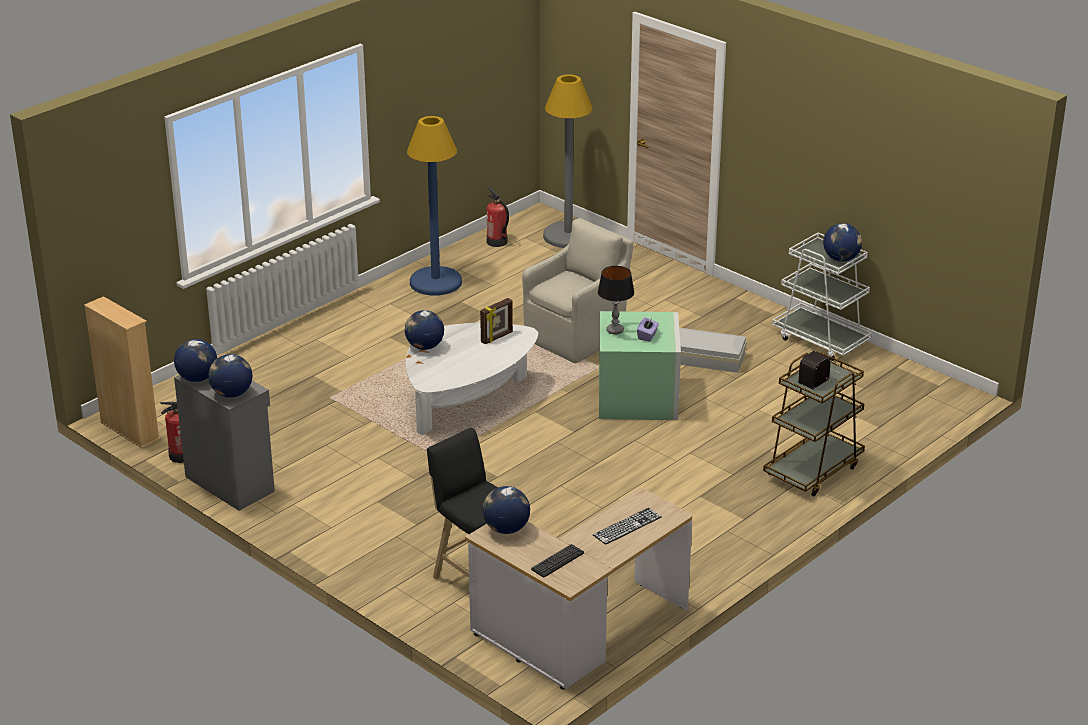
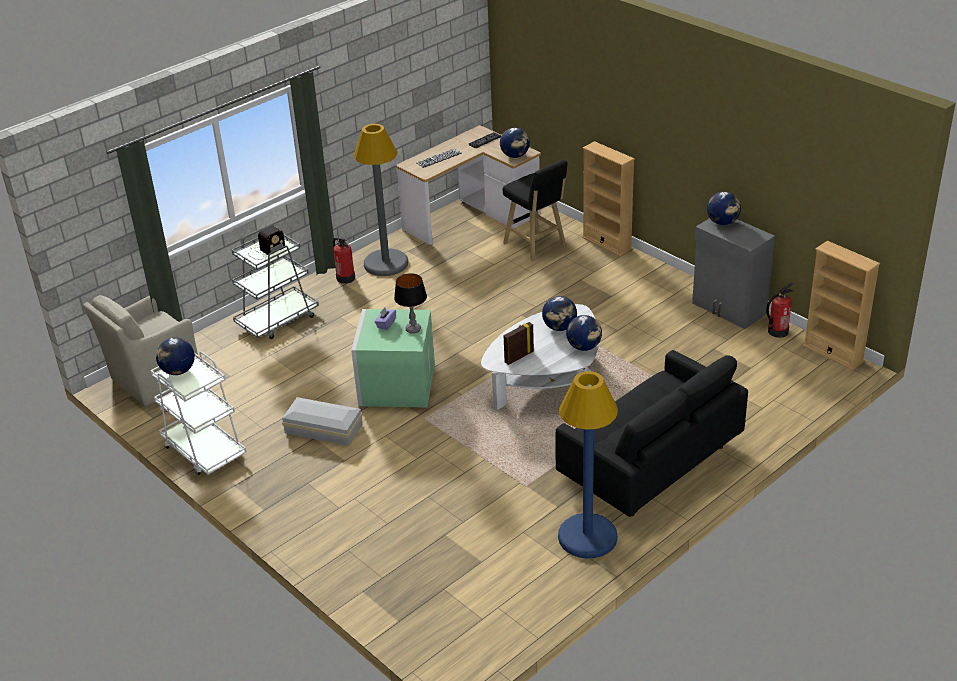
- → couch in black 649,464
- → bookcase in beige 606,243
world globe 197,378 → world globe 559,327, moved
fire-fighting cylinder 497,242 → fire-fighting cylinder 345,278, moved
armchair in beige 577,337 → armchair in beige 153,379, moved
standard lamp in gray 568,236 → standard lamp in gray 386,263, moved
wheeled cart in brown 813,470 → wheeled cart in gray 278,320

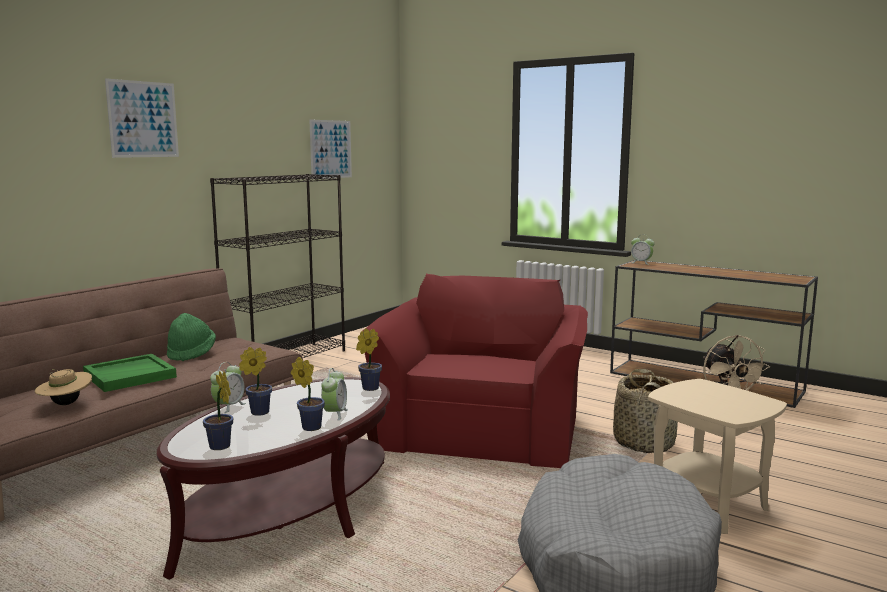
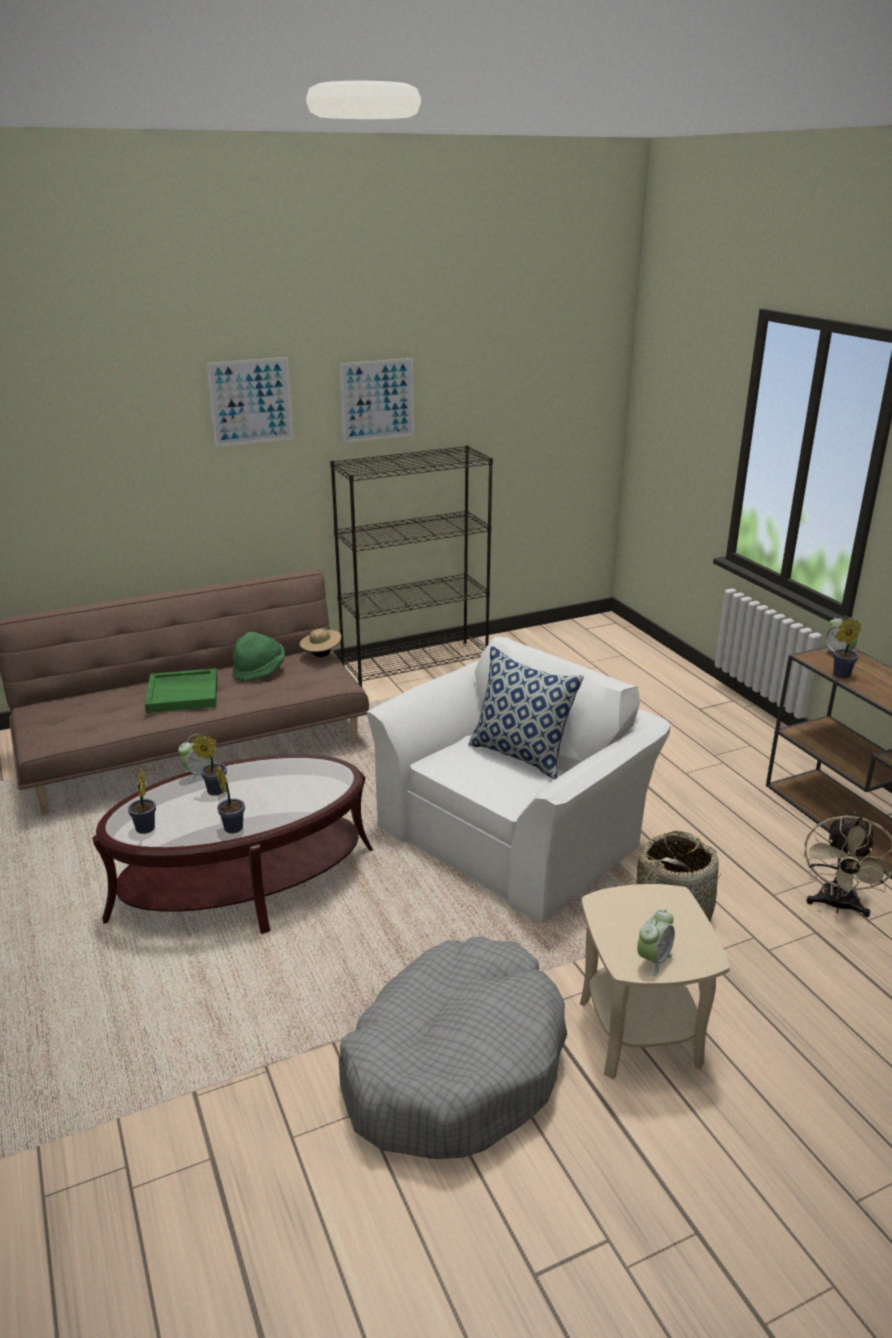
- → throw pillow 521,755
wearable hat in beige 65,404 → wearable hat in beige 321,655, moved
wall art 331,149 → wall art 377,400, moved
bedside clock 335,414 → bedside clock 653,960, moved
potted plant 368,388 → potted plant 839,675, moved
armchair in reddish 481,428 → armchair in white-coloured 515,831

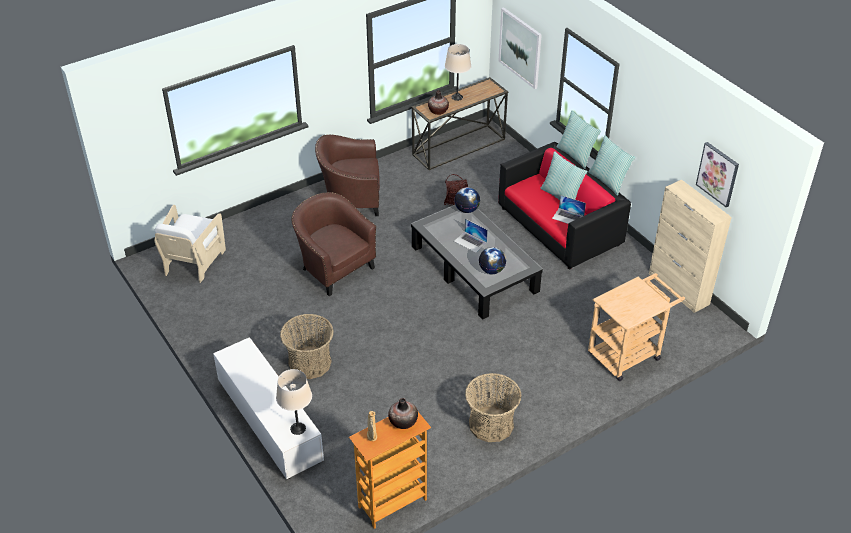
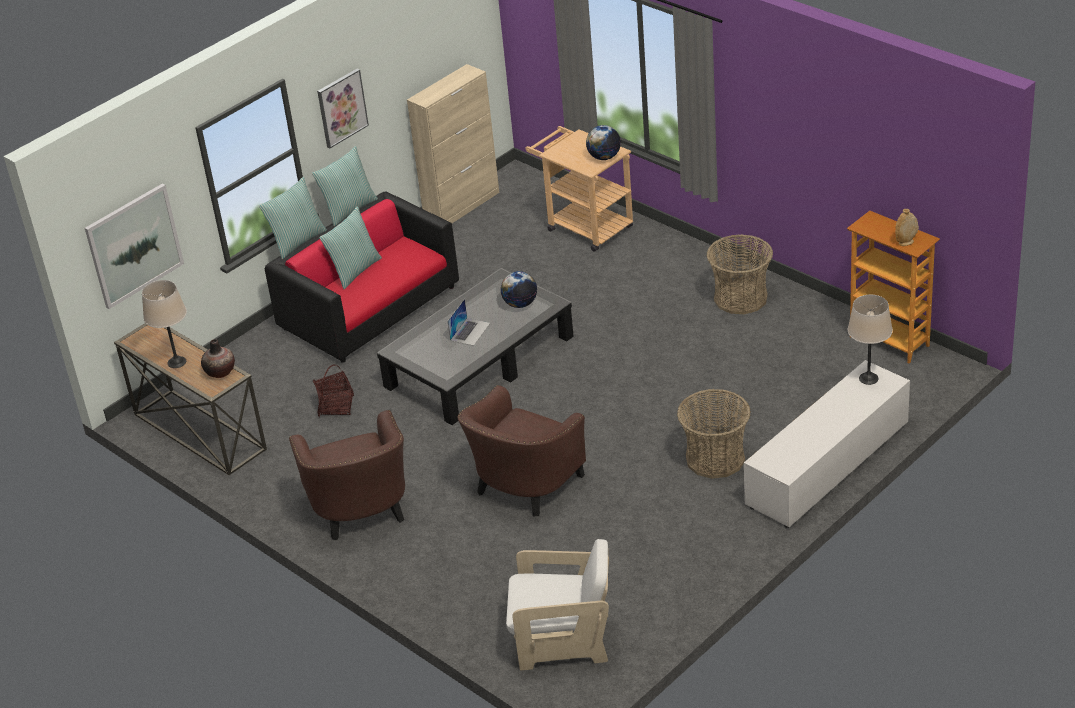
decorative vase 403,422 → -
laptop 568,217 → -
world globe 467,210 → world globe 604,157, moved
wall art 718,174 → wall art 341,107, moved

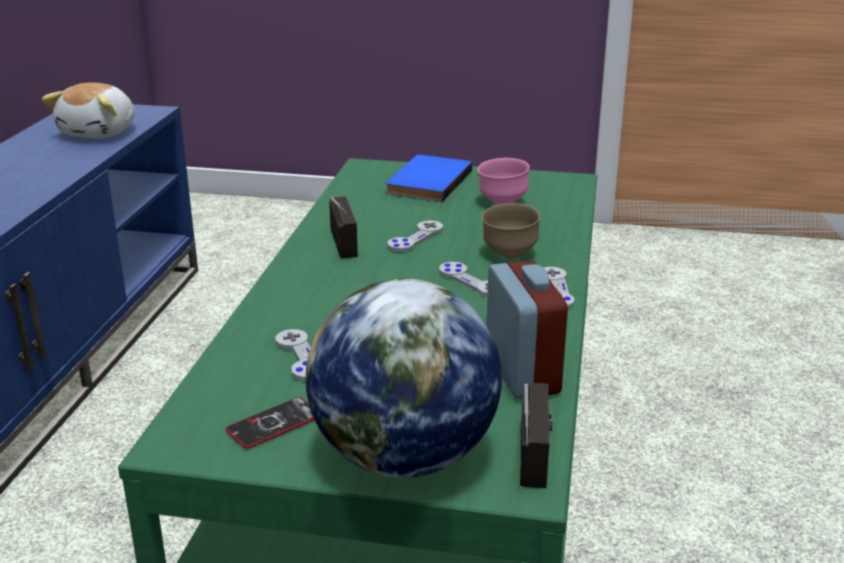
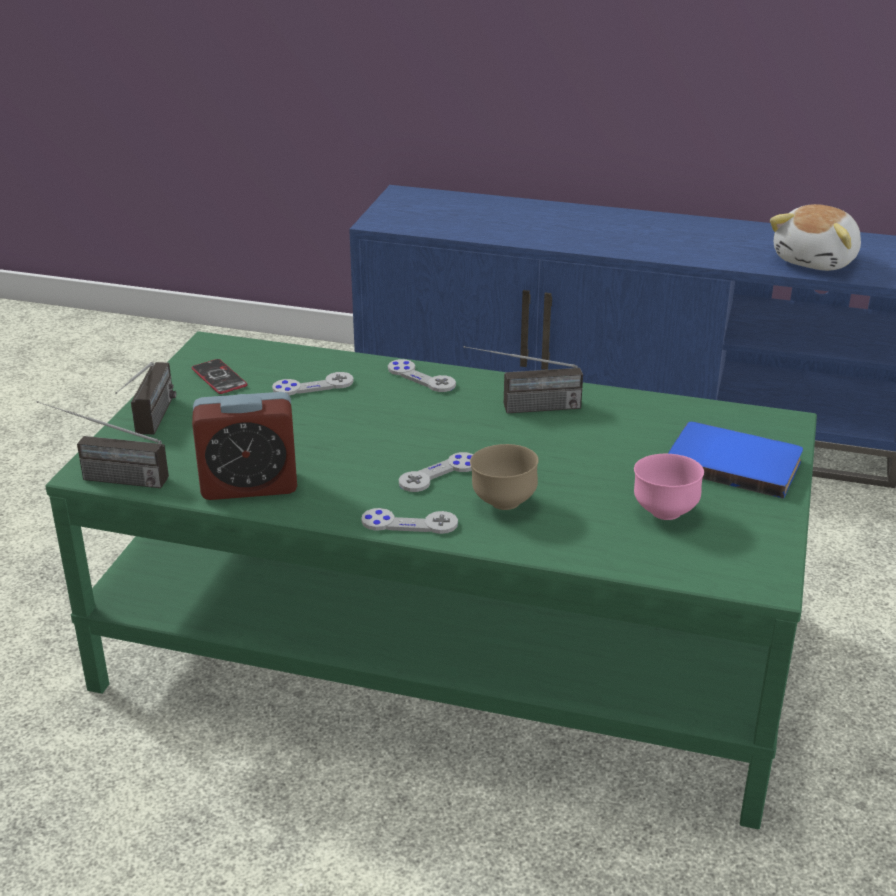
joypad in gray 415,238 → joypad in gray 421,377, moved
world globe 403,458 → radio 151,425
plush toy 100,132 → plush toy 817,260, 75 degrees counterclockwise

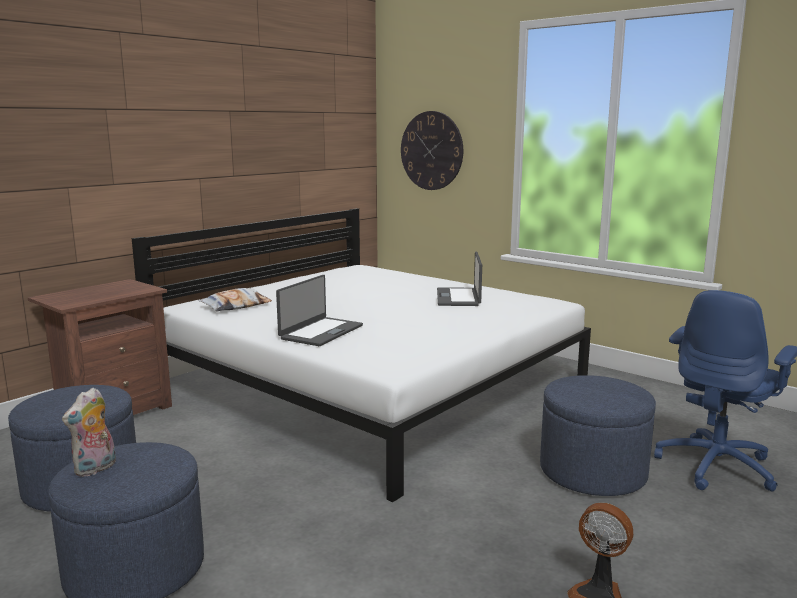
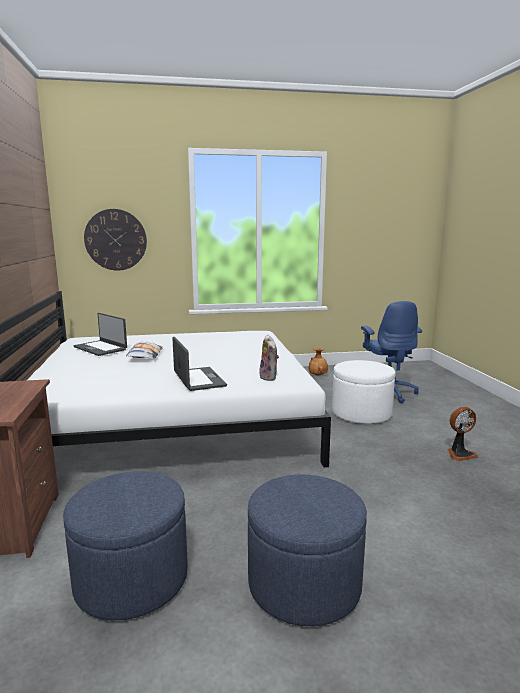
- → decorative vase in brown 318,375
plush toy 96,469 → plush toy 269,377, moved
throw pillow 236,306 → throw pillow 145,355, moved
laptop 459,297 → laptop 101,348, moved
footrest in blue 592,472 → footrest in white-coloured 361,413

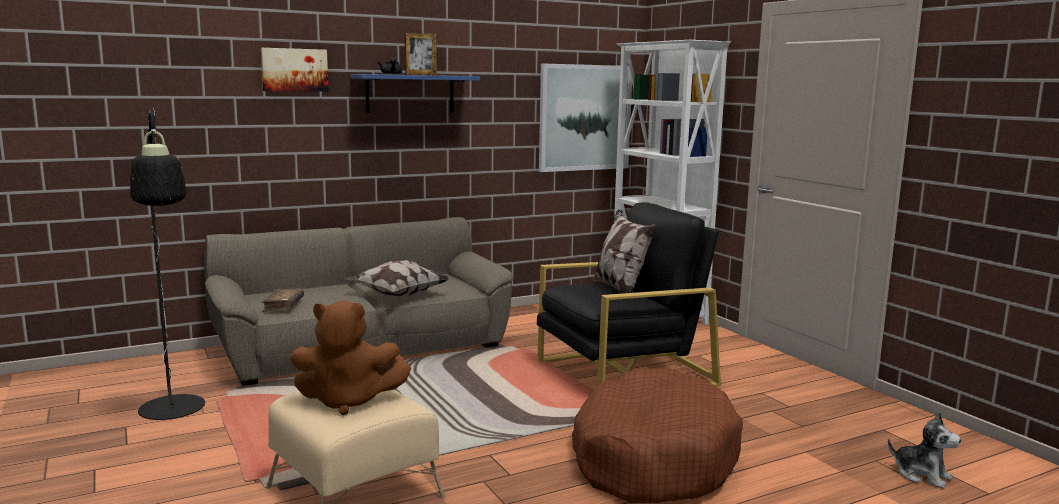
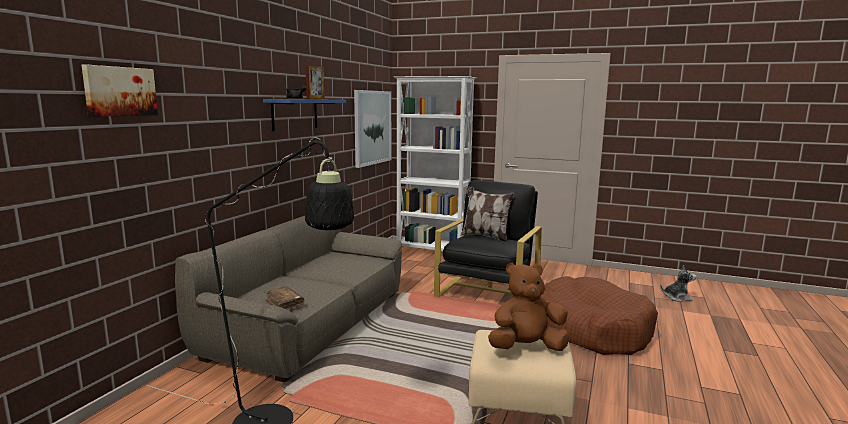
throw pillow 397,295 → -
wall art 294,70 → wall art 119,91, moved
plush toy in brown 348,401 → plush toy in brown 526,348, 150 degrees counterclockwise

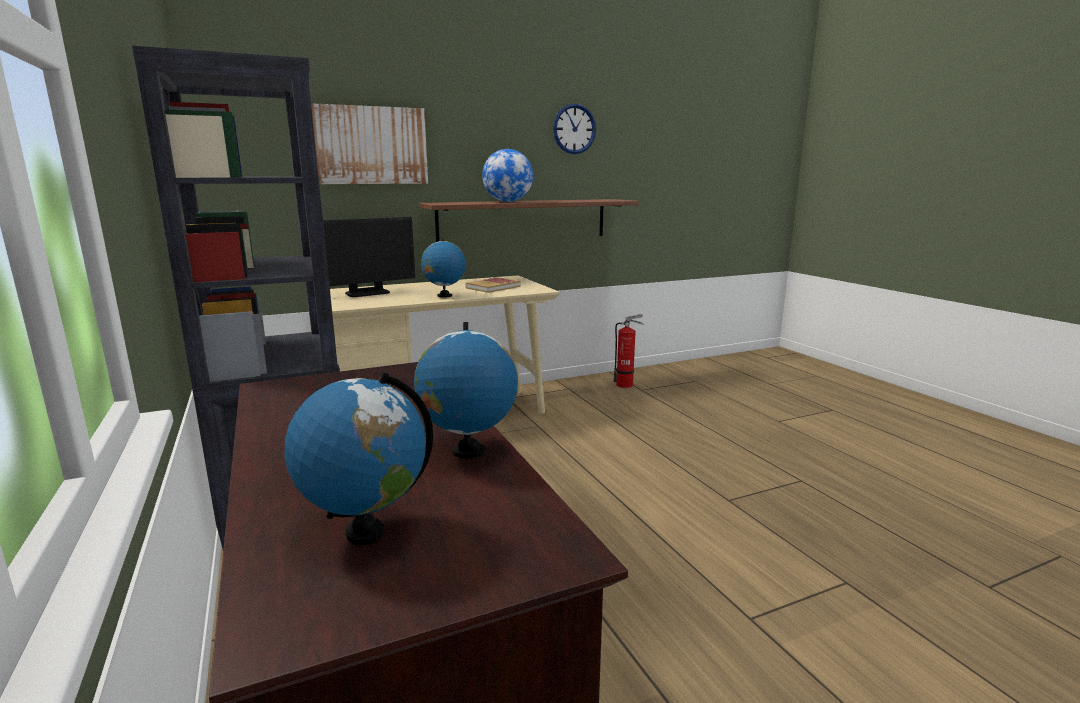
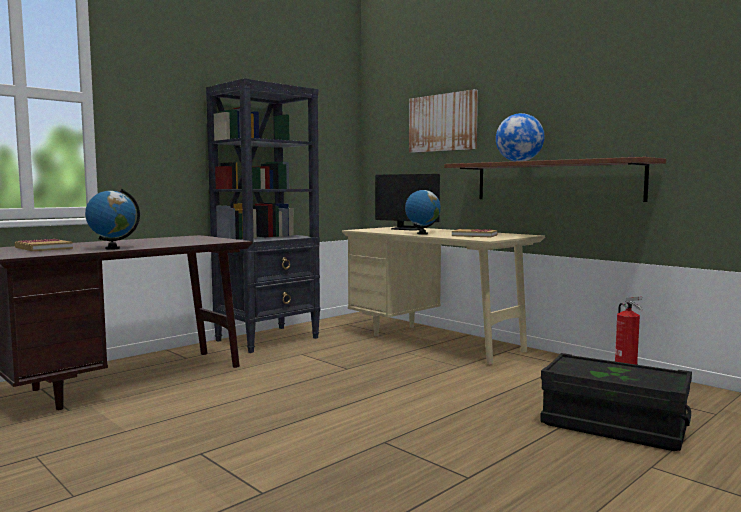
clock on the wall 574,129 → -
- → storage container in black 613,425
world globe 365,532 → bound book 43,248

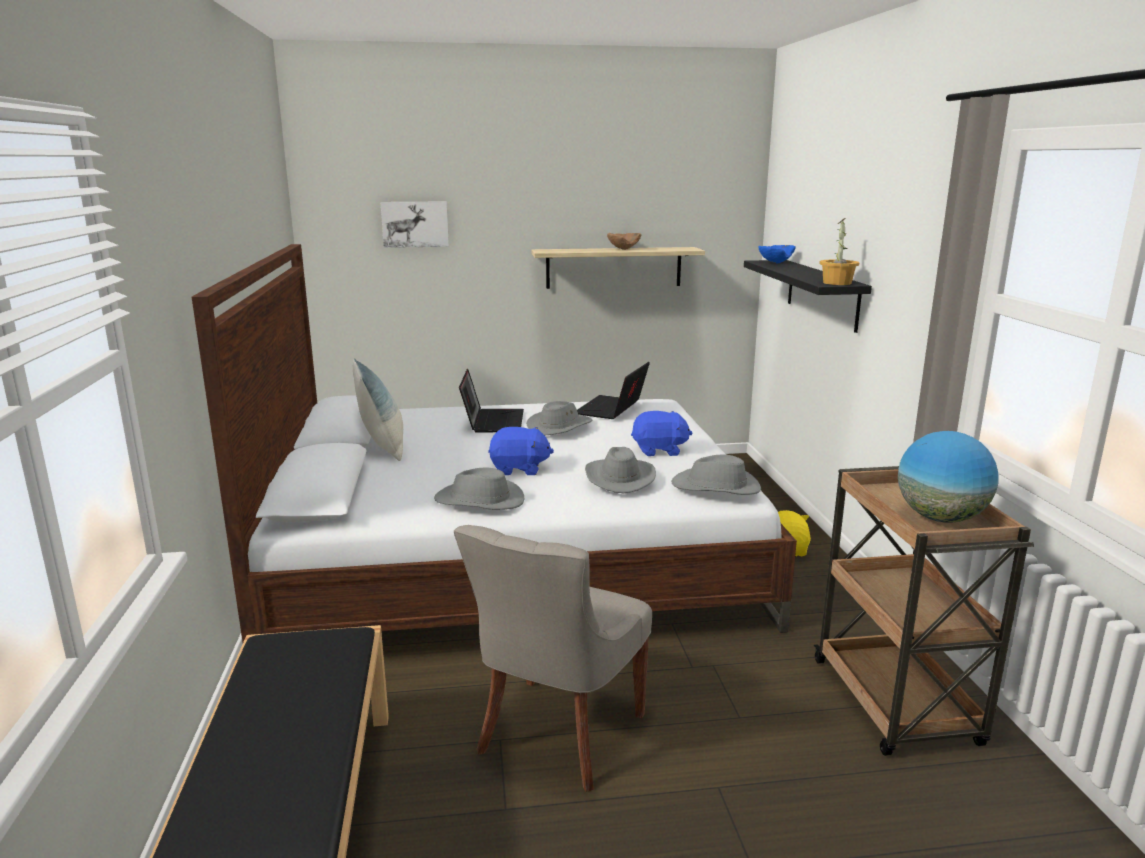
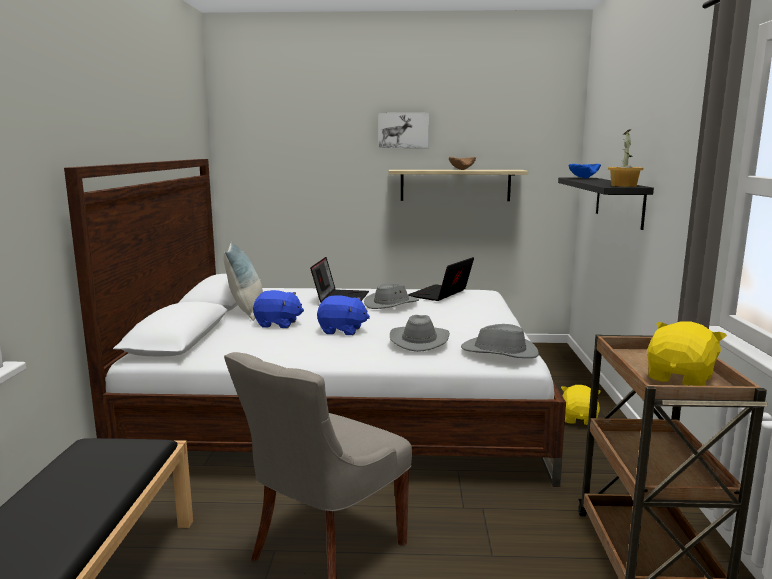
wearable hat in gray 479,501 → -
wall art 415,224 → wall art 403,130, moved
plush toy in blue 659,450 → plush toy in blue 278,324, moved
world globe 940,518 → plush toy in yellowish 680,378

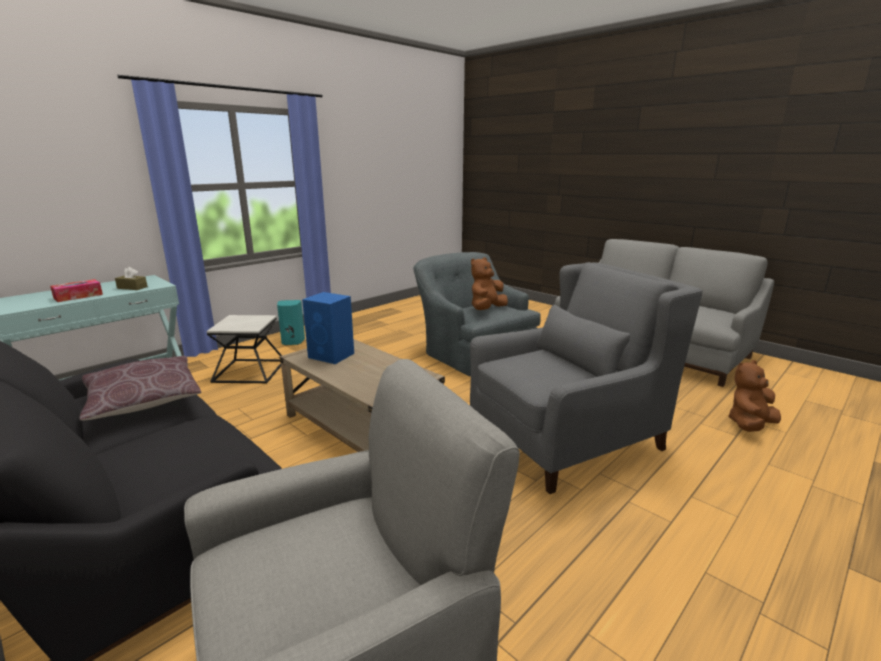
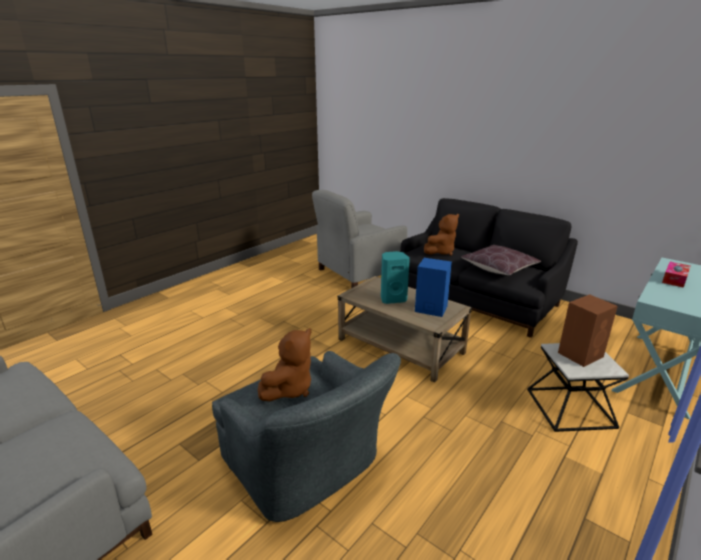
box of tissues in brown 132,287 → -
armchair in gray 566,438 → -
- → audio speaker in brown 581,354
audio speaker in blue-green 292,342 → audio speaker in blue-green 392,299, moved
plush toy in brown 749,425 → plush toy in brown 441,252, moved

